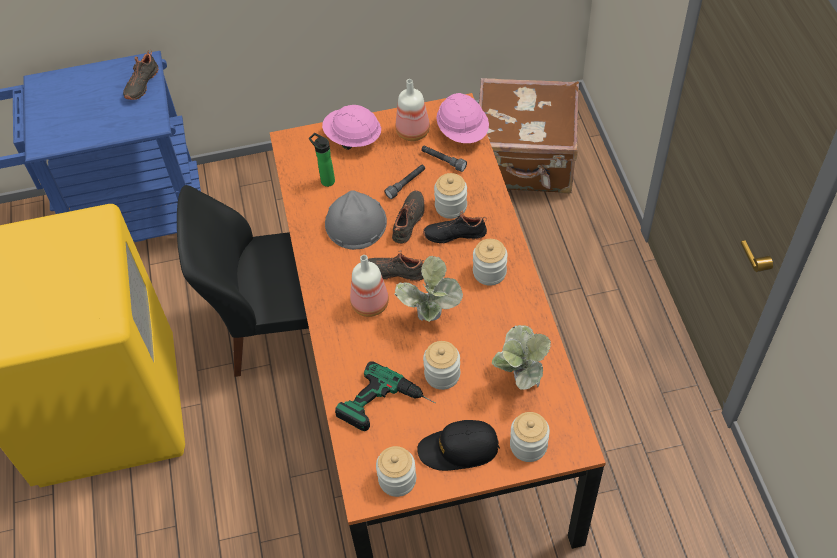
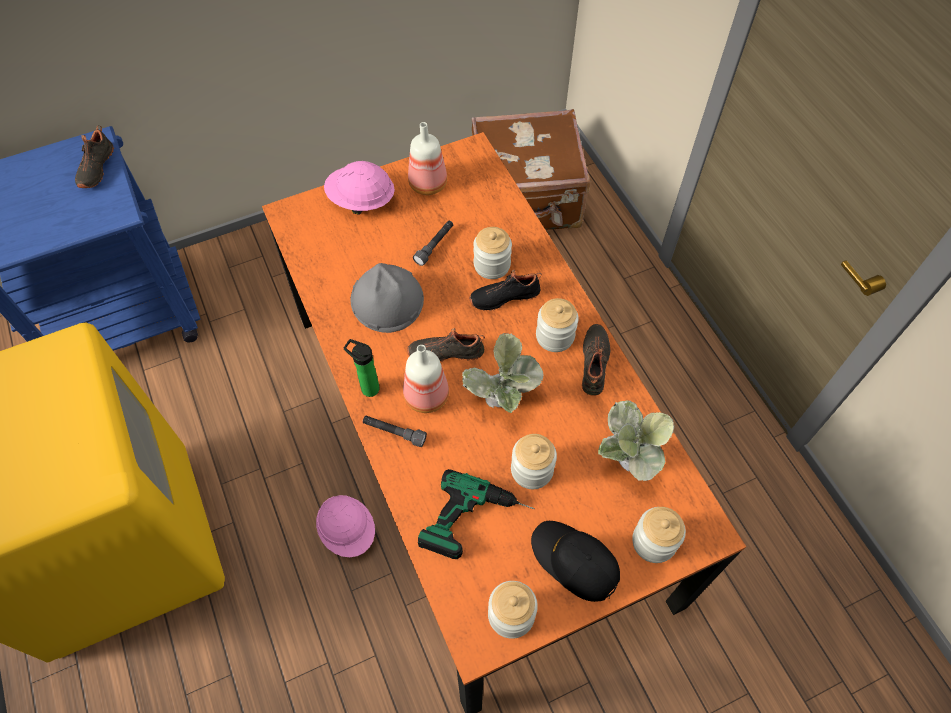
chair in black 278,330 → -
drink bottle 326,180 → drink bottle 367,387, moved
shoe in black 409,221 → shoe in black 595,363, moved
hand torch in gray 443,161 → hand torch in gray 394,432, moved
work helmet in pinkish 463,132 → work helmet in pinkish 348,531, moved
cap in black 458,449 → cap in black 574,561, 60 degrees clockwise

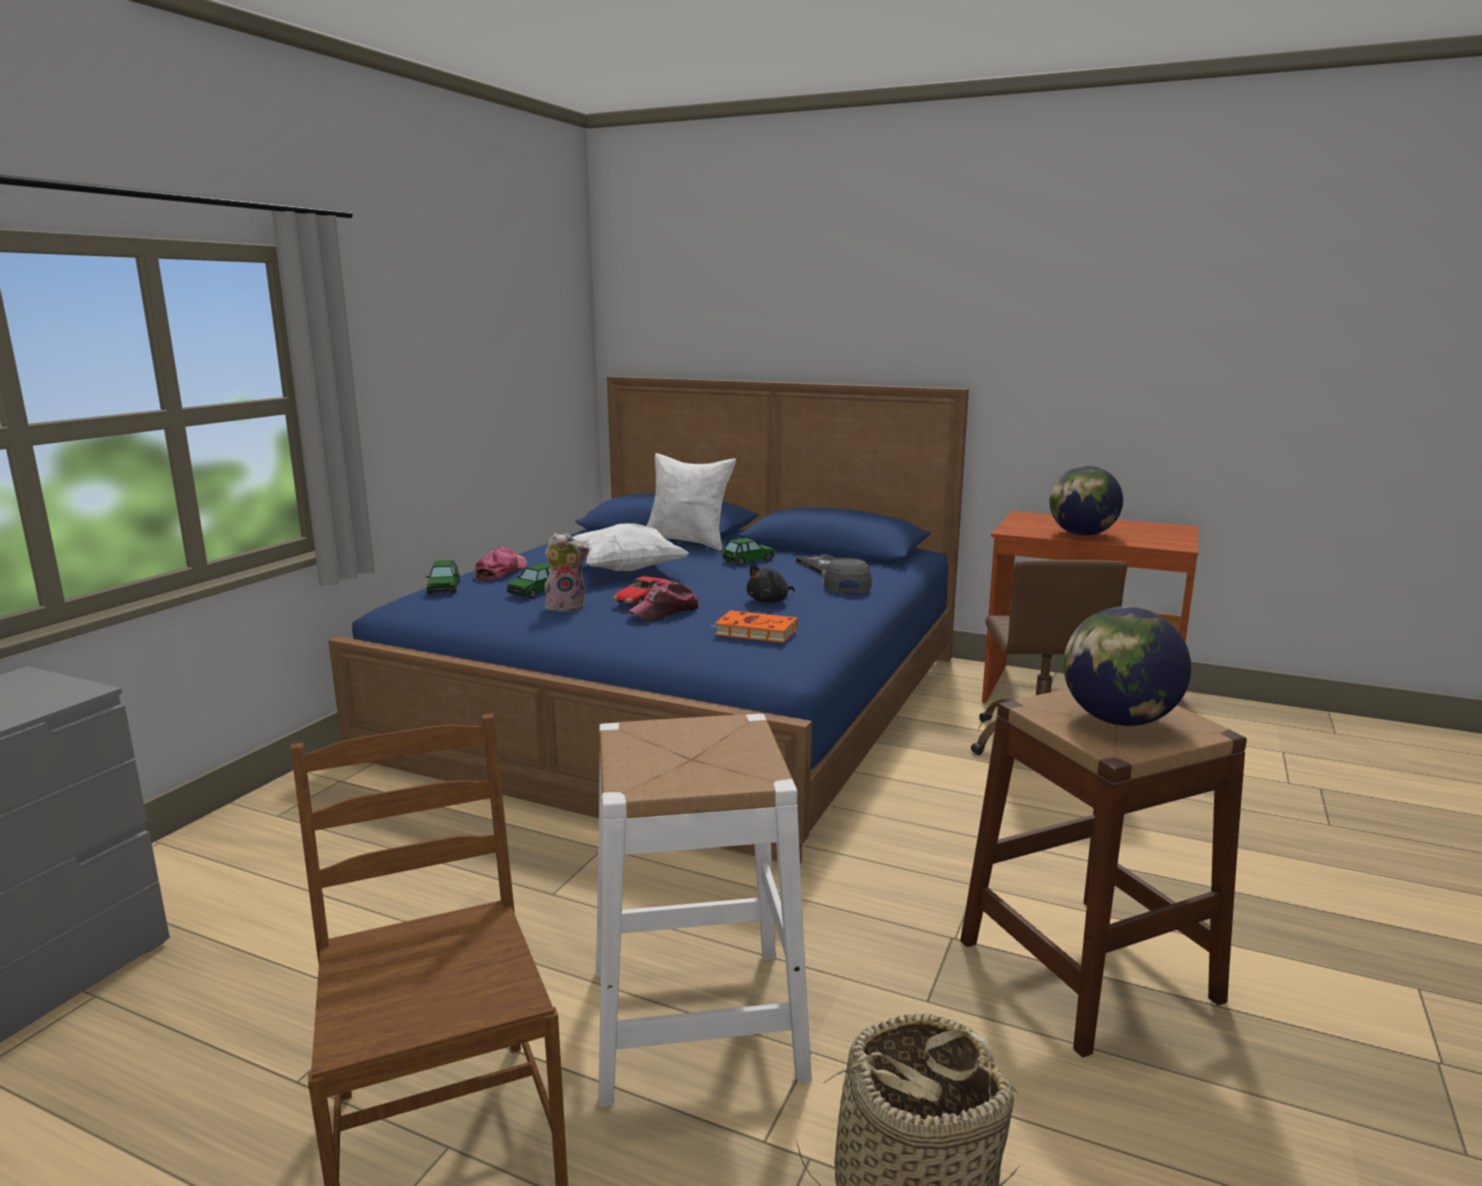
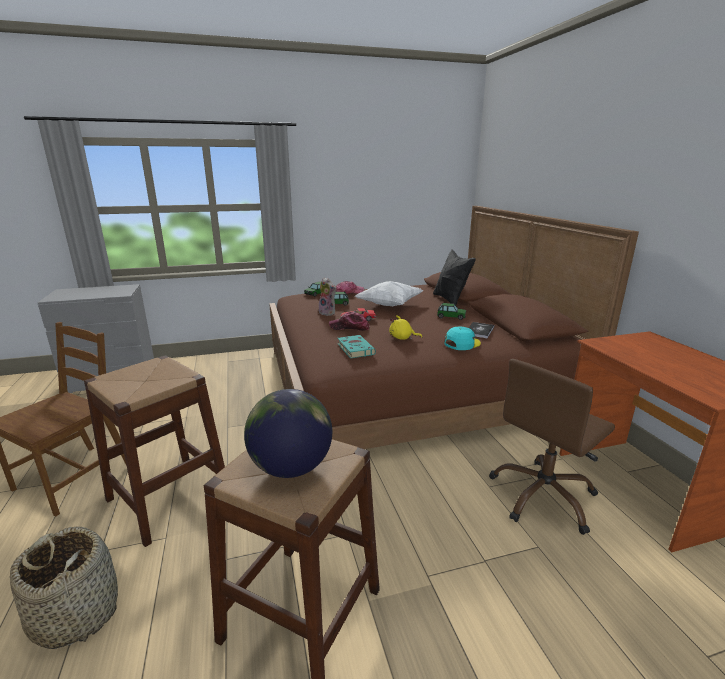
world globe 1082,534 → -
bedroom bed in blue 685,702 → bedroom bed in brown 409,380
sitting stool in white-coloured 695,1021 → sitting stool in brown 168,497
throw pillow in white-coloured 688,542 → throw pillow in black 451,300
bound book in orange 753,632 → bound book in blue-green 355,348
plush toy in black 769,601 → plush toy in yellowish 402,338
cap in gray 846,584 → cap in blue-green 462,343

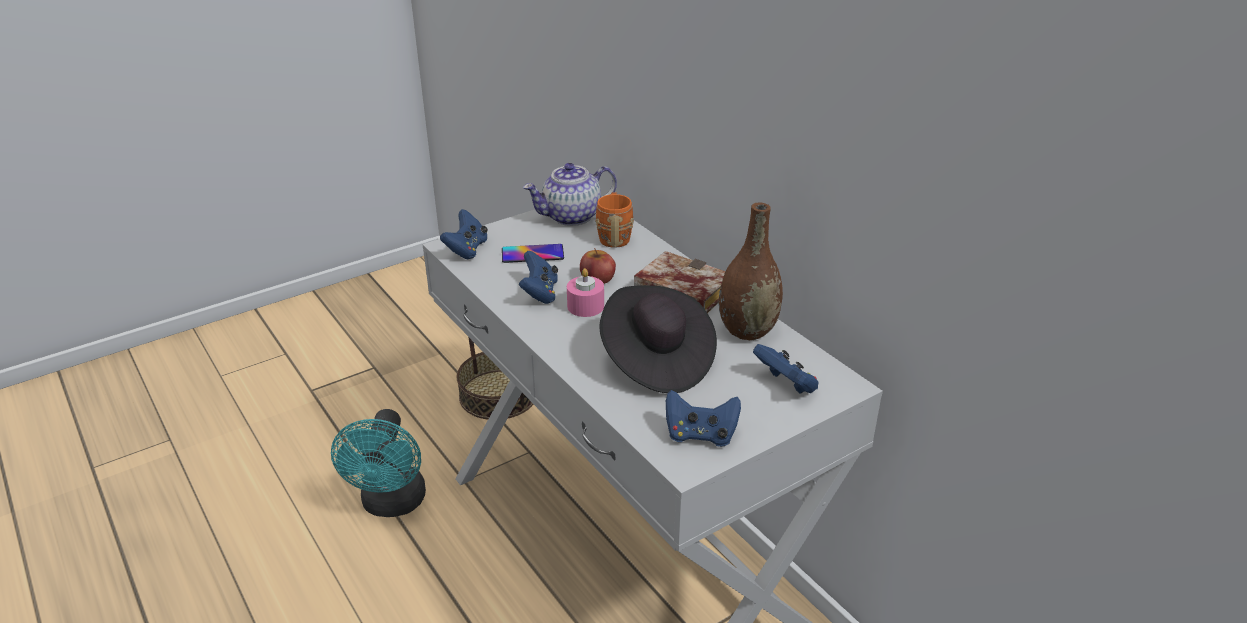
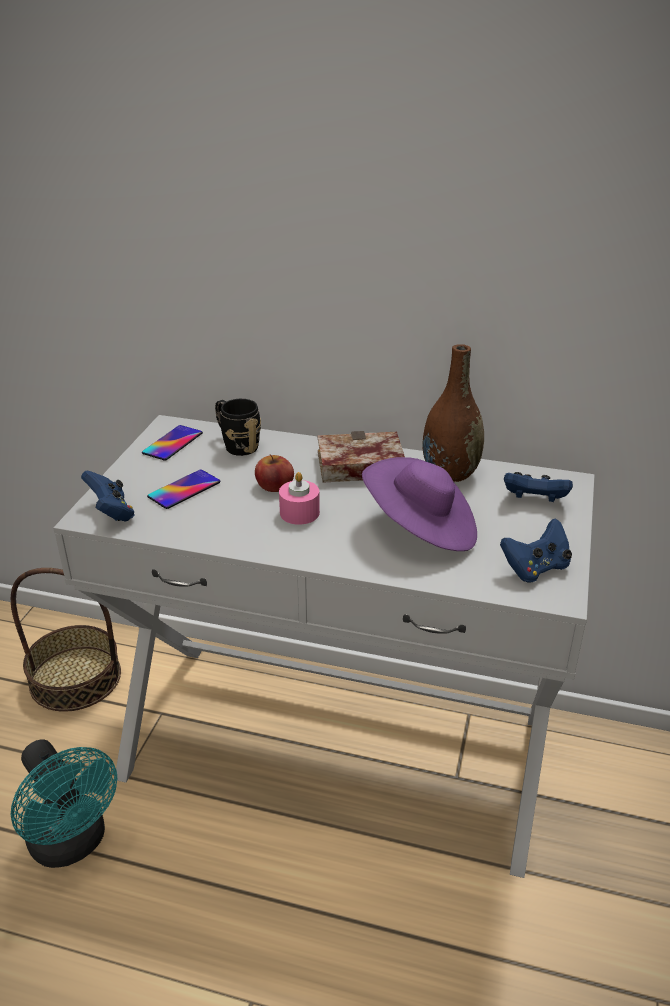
joypad in blue 540,293 → -
teapot 571,217 → handset 172,443
tea mug in orange 614,236 → tea mug in black 237,444
wearable hat in black 656,361 → wearable hat in purple 421,529

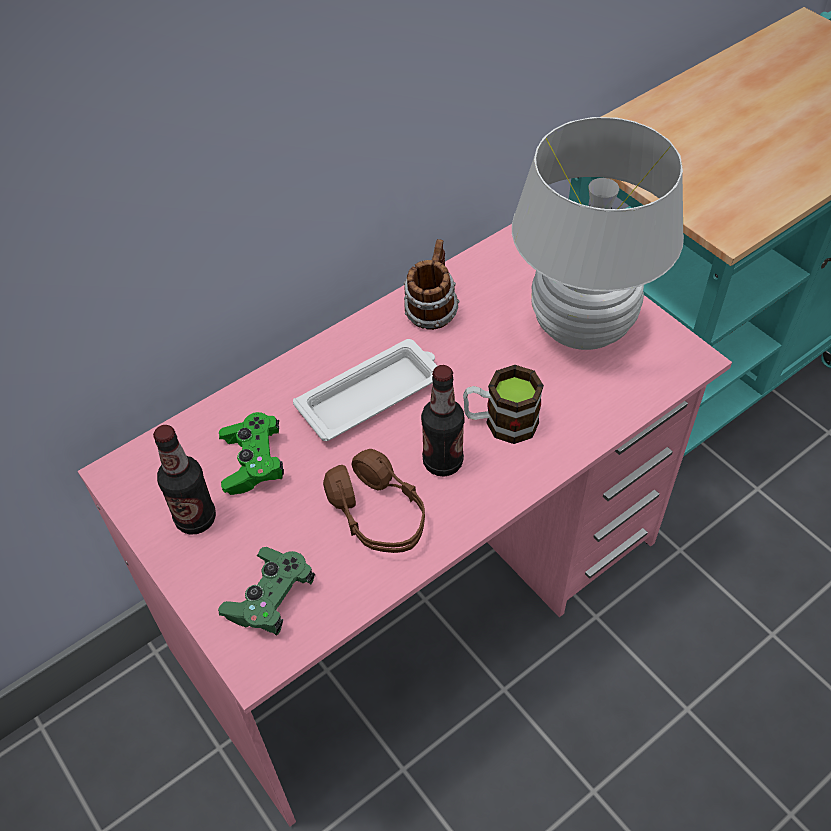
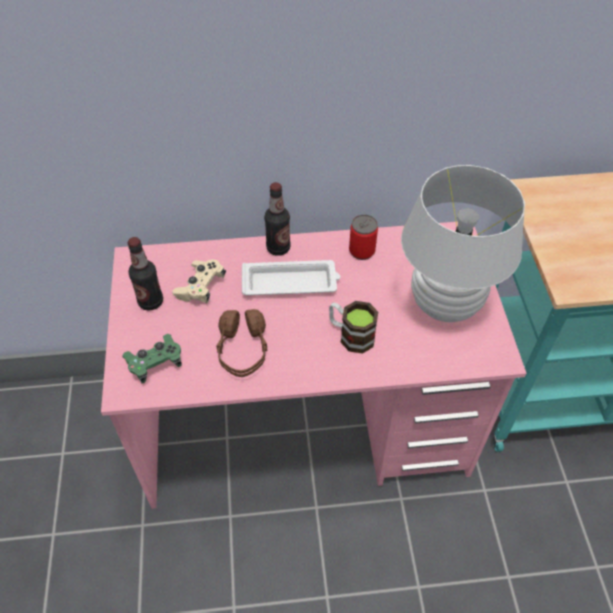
drink bottle 442,462 → drink bottle 278,248, moved
tea mug 431,310 → sealed can 362,251
joypad in greenish 253,462 → joypad in beige 201,287

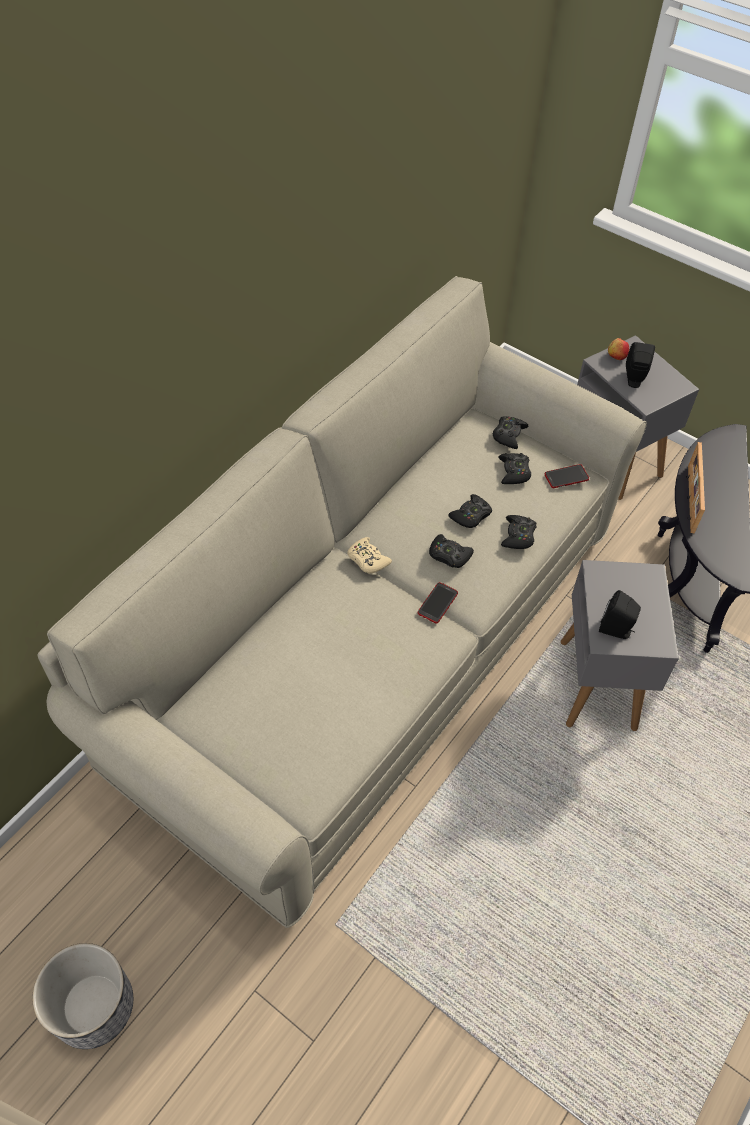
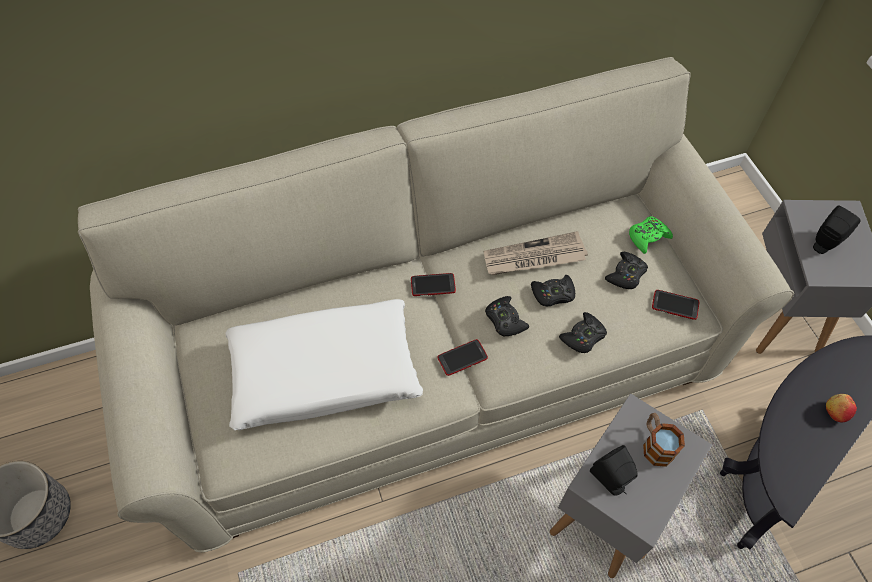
picture frame 689,498 → -
- → throw pillow in white-coloured 324,372
- → printed paper 534,257
- → tea mug 655,444
apple 616,356 → apple 835,412, moved
joypad in beige 367,559 → handset 433,285
joypad in black 508,435 → joypad in greenish 647,237

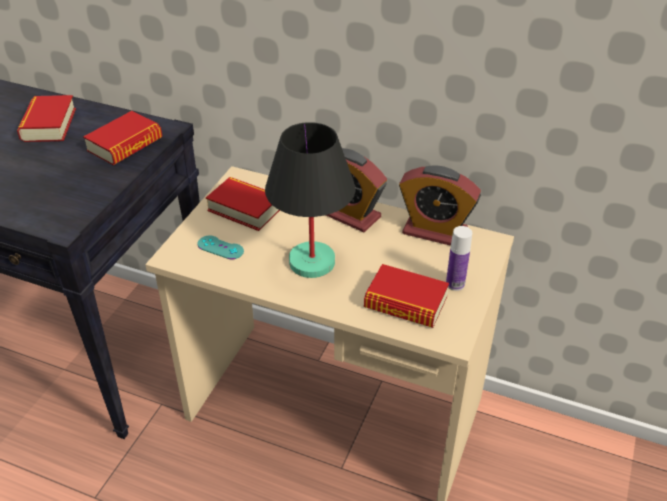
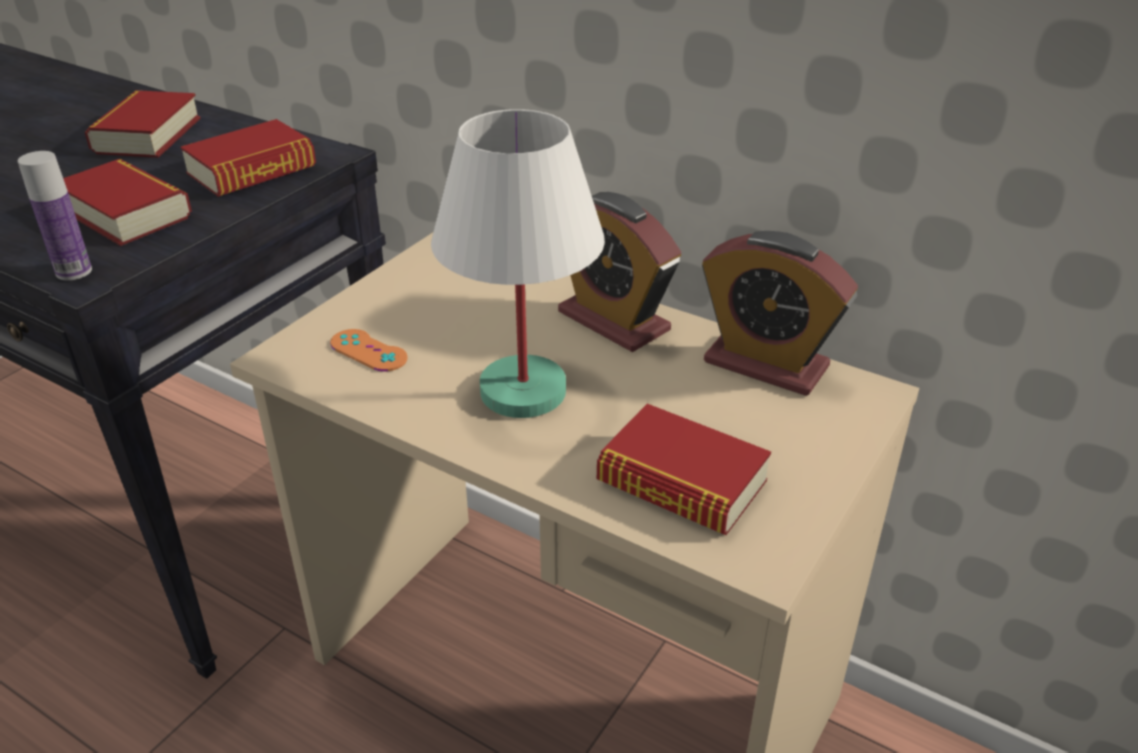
bound book 245,209 → bound book 126,213, moved
drink bottle 455,284 → drink bottle 74,271, moved
joypad in blue-green 220,247 → joypad in orange 368,351
tabletop lamp in black 310,262 → tabletop lamp in white-coloured 521,391

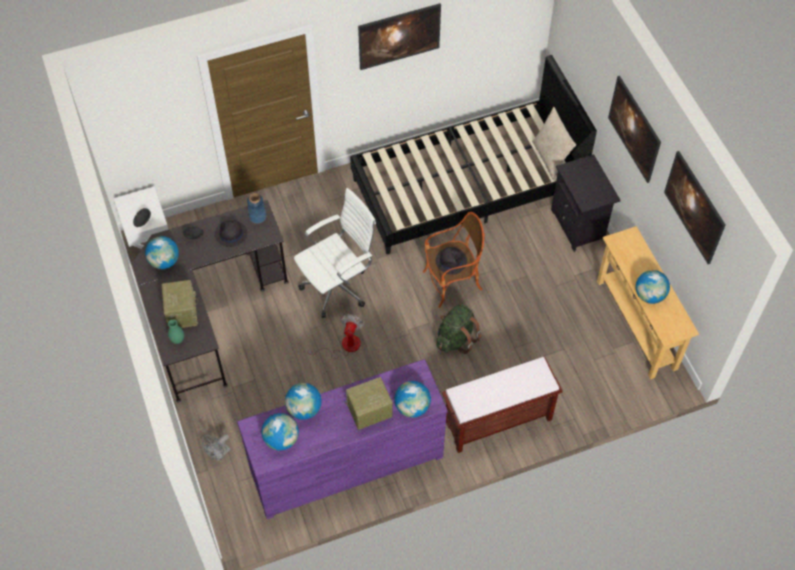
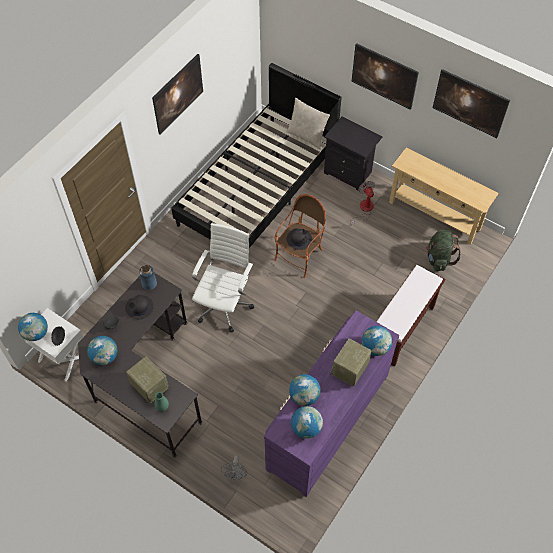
fan 344,346 → fan 364,209, moved
backpack in greenish 456,338 → backpack in greenish 439,258, moved
world globe 649,295 → world globe 36,333, moved

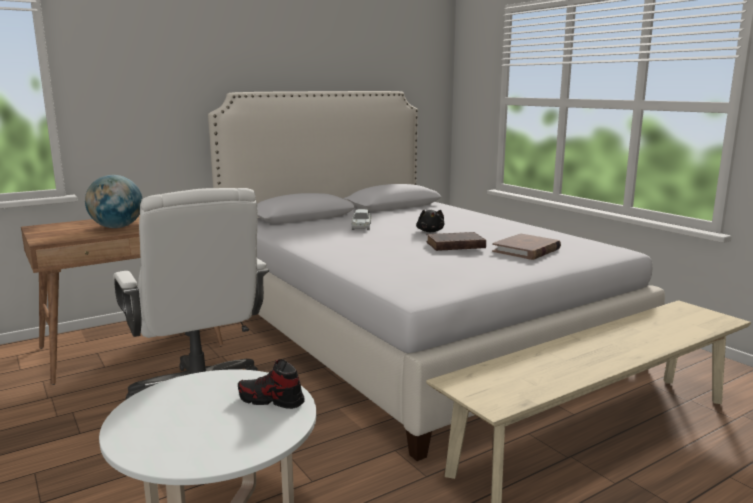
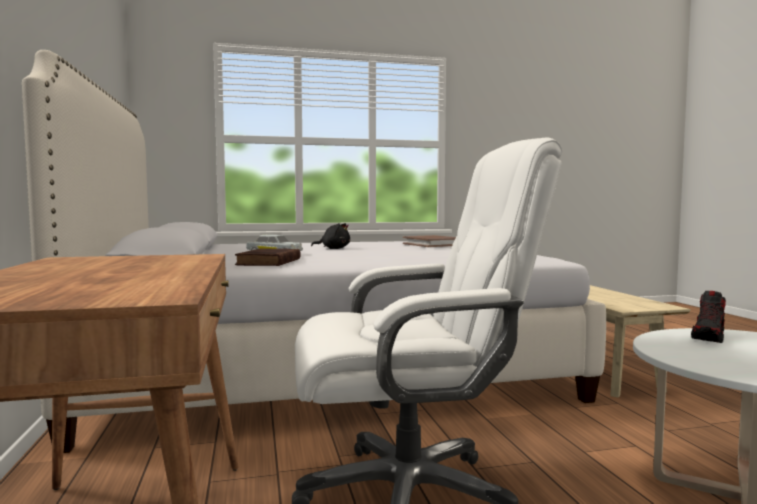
world globe 117,227 → -
bound book in brown 454,245 → bound book in brown 268,262, moved

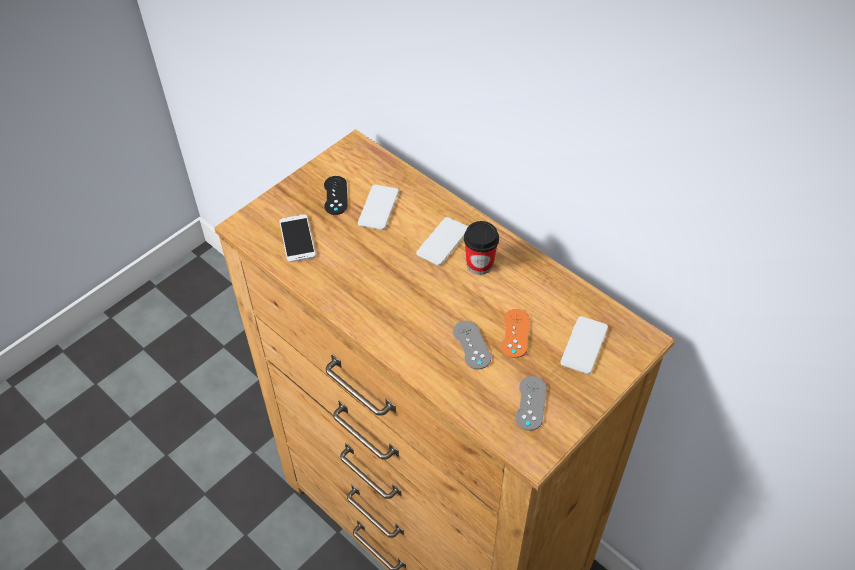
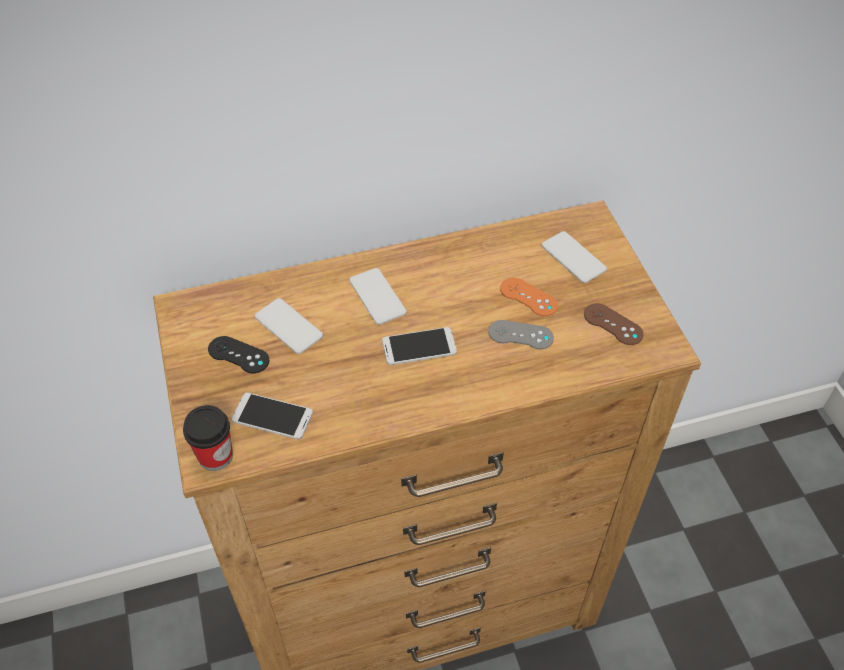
- → handset 419,346
drinking cup 479,264 → drinking cup 215,456, moved
joypad in gray 530,403 → joypad in brown 613,324

